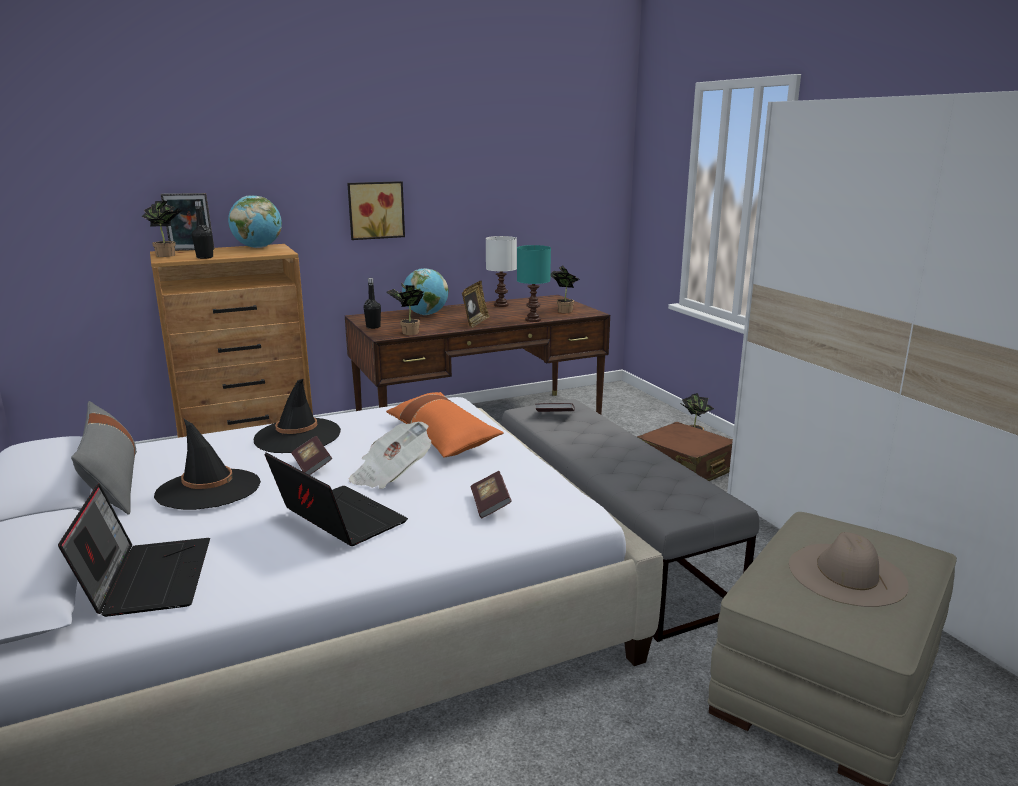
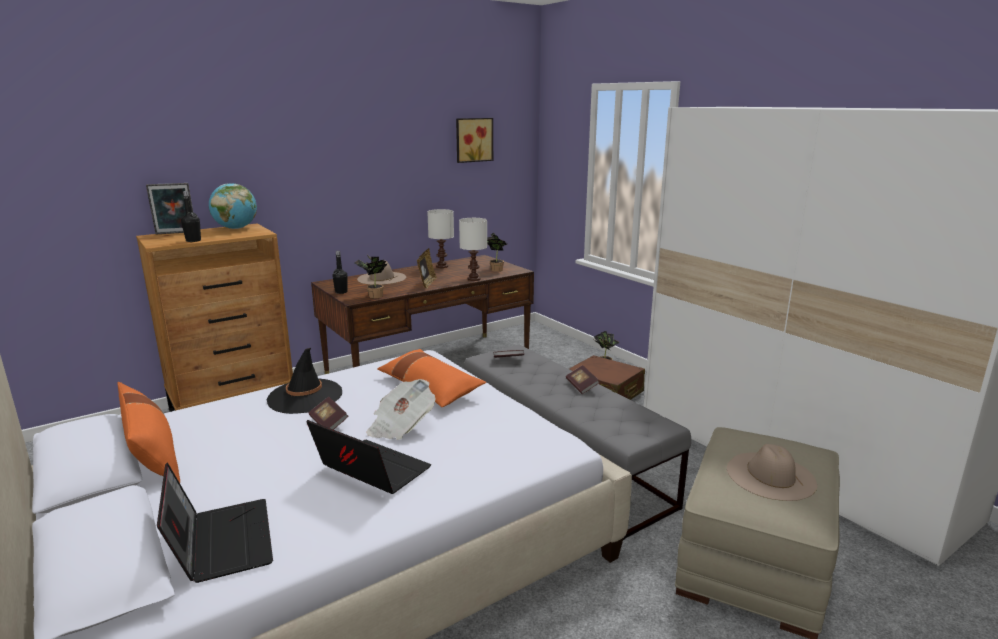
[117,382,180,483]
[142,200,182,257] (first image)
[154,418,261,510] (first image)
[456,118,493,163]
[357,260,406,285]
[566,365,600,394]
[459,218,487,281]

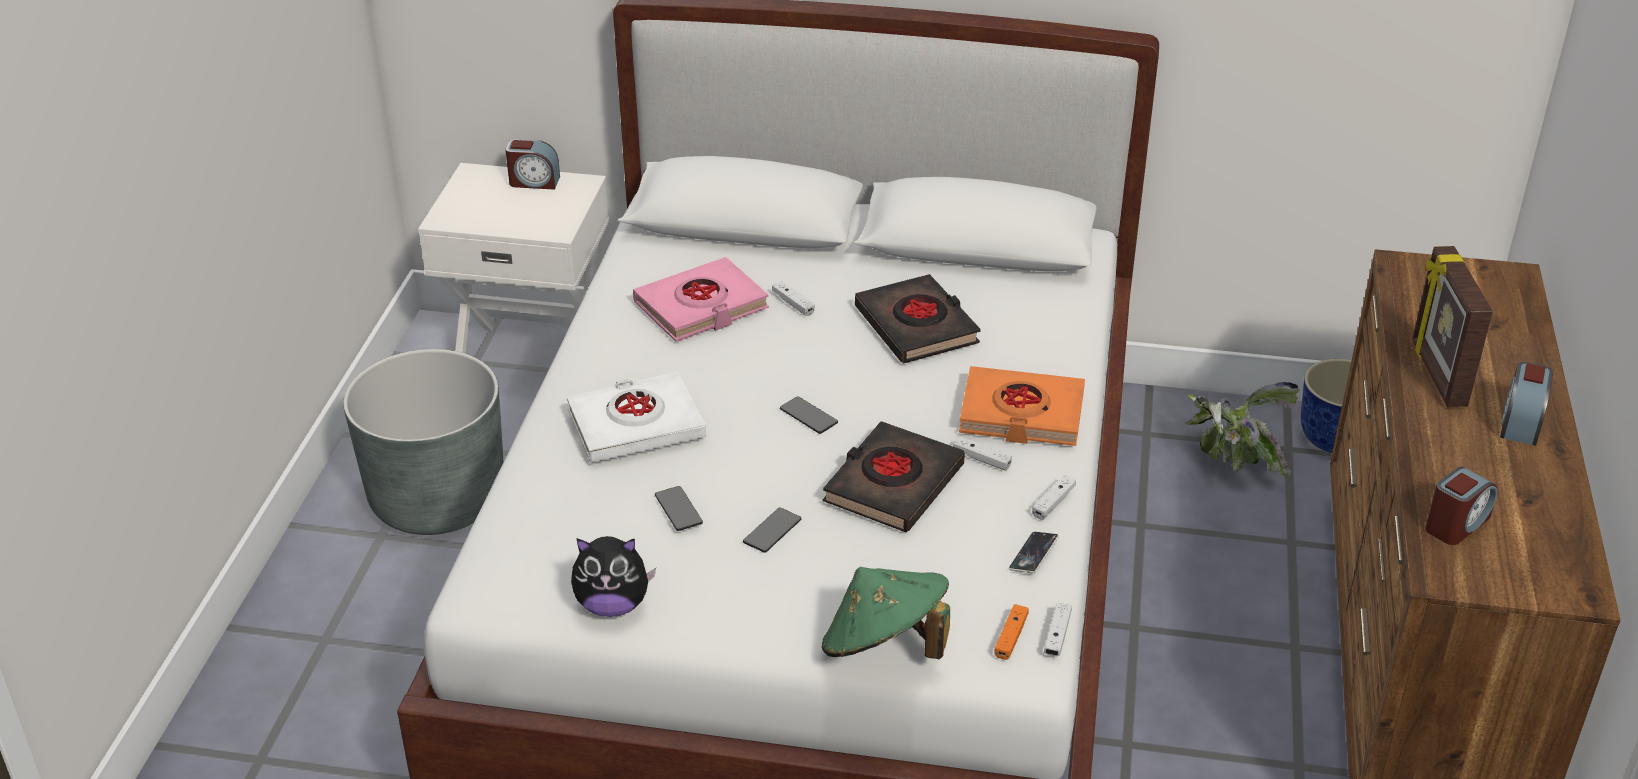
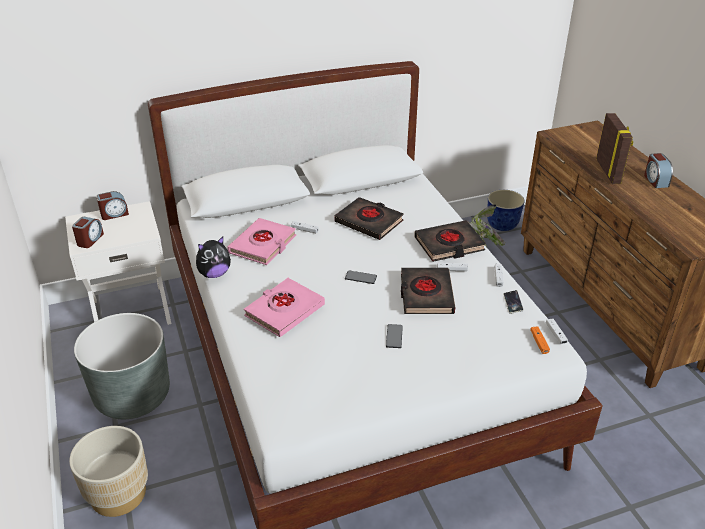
[244,278,325,337]
[196,237,231,278]
[655,486,703,531] (first image)
[822,567,950,660] (first image)
[414,220,486,262]
[596,113,633,184]
[72,217,104,248]
[69,426,148,517]

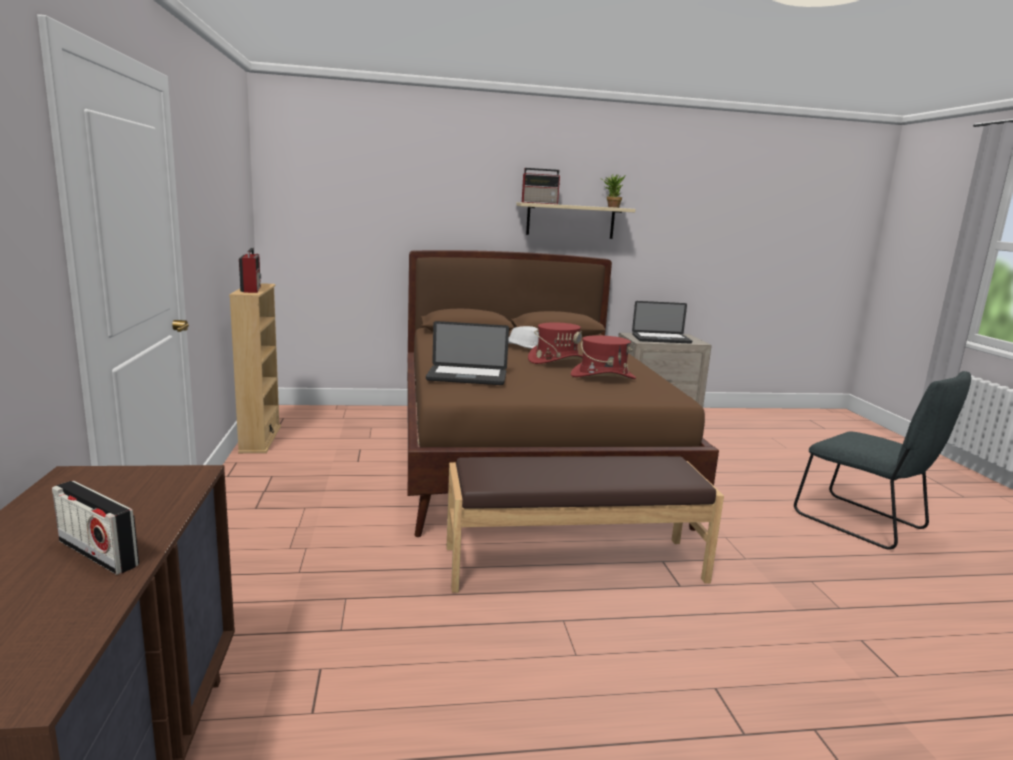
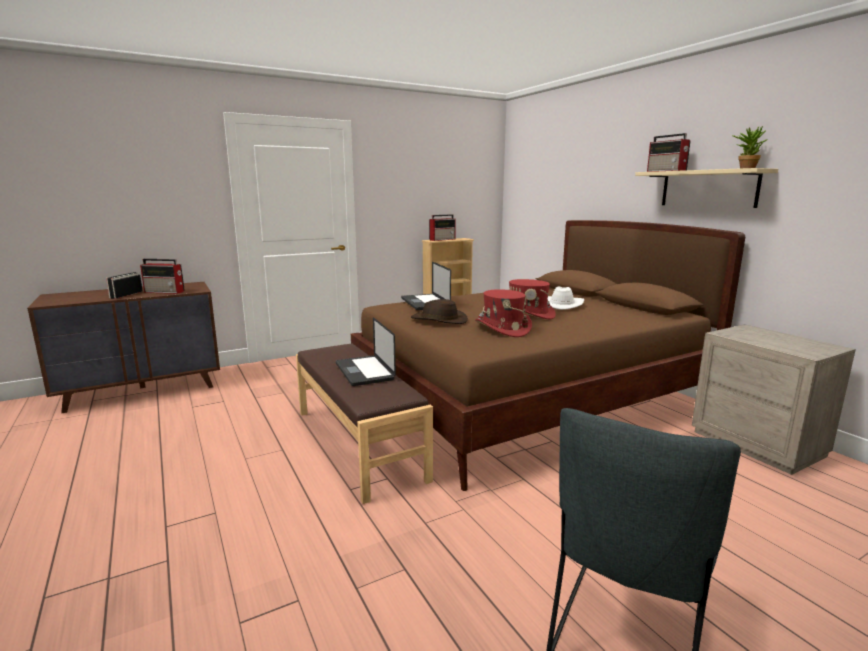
[336,317,396,386]
[140,259,185,294]
[411,299,468,324]

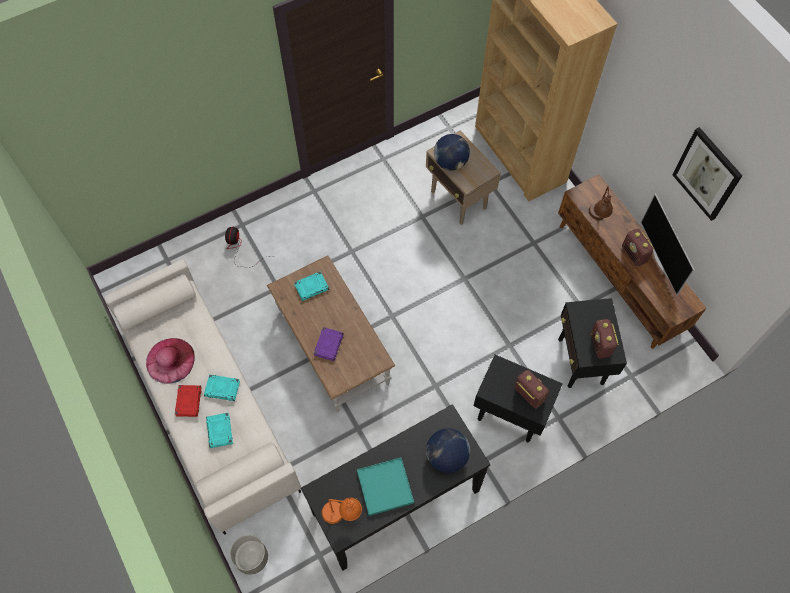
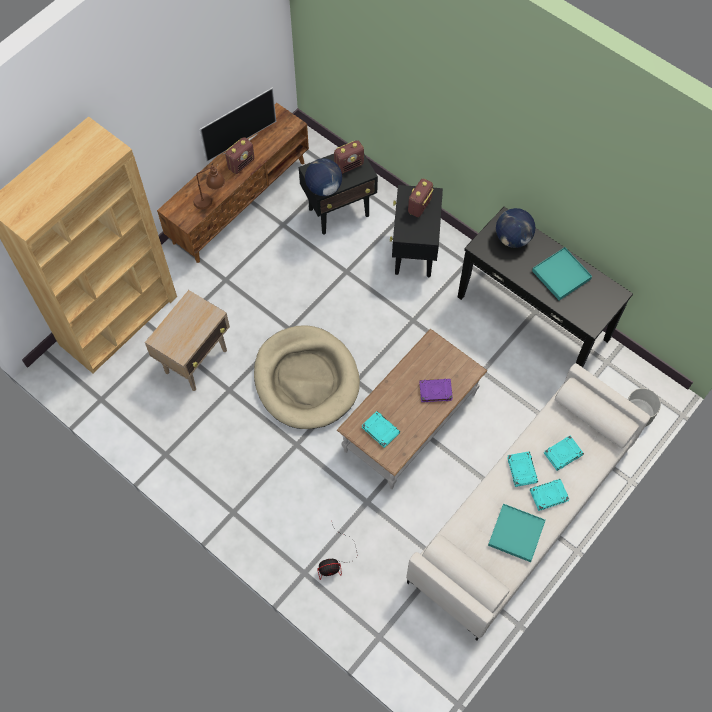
[488,504,546,562]
[530,479,569,511]
[322,498,362,524] (first image)
[305,158,342,196]
[672,127,742,221] (first image)
[254,325,360,429]

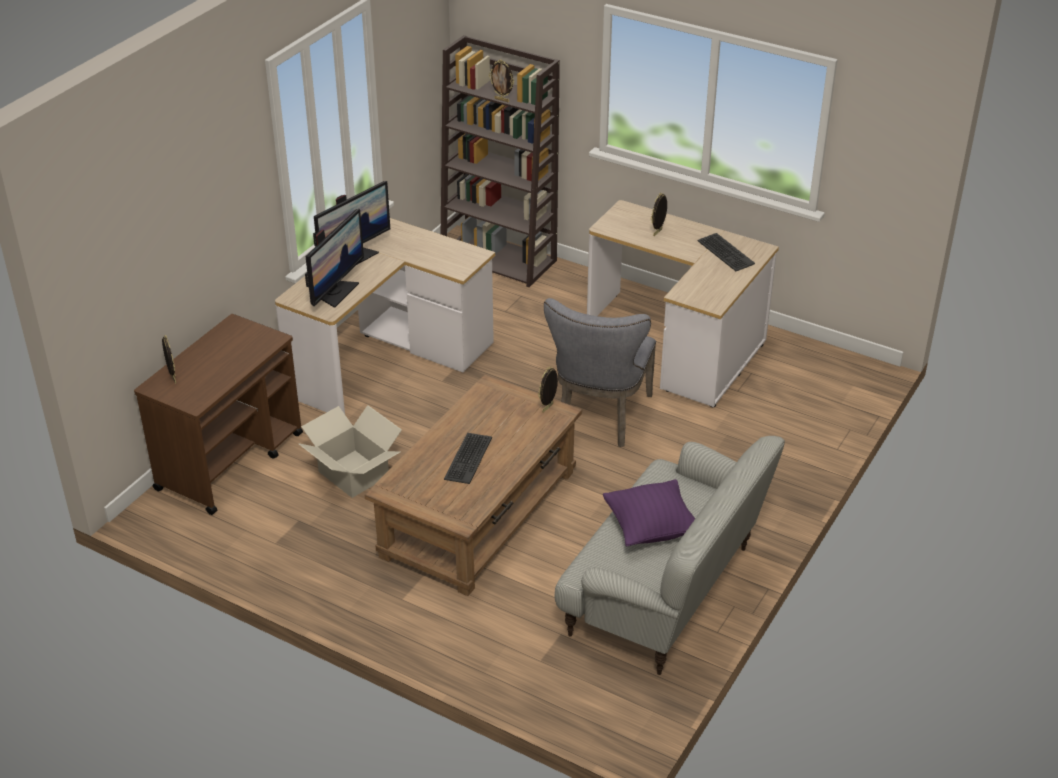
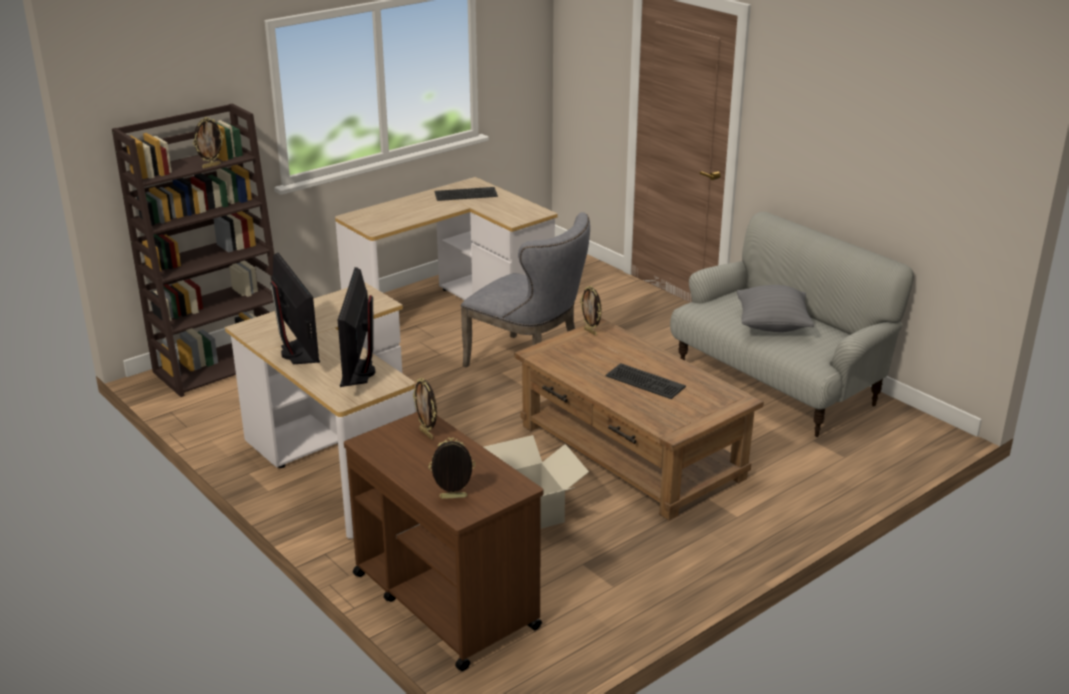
[338,267,375,387]
[737,285,814,332]
[413,378,437,440]

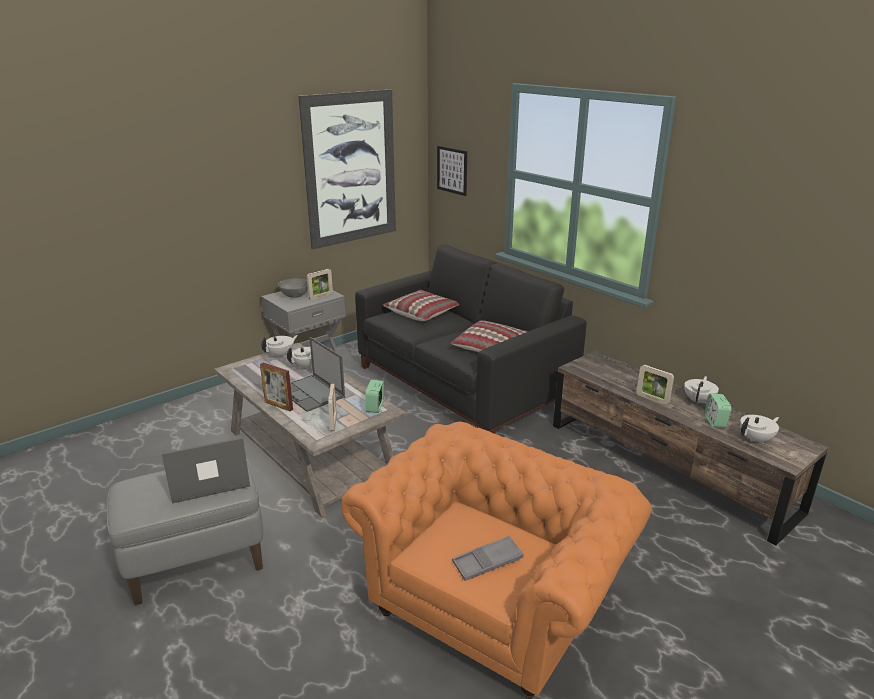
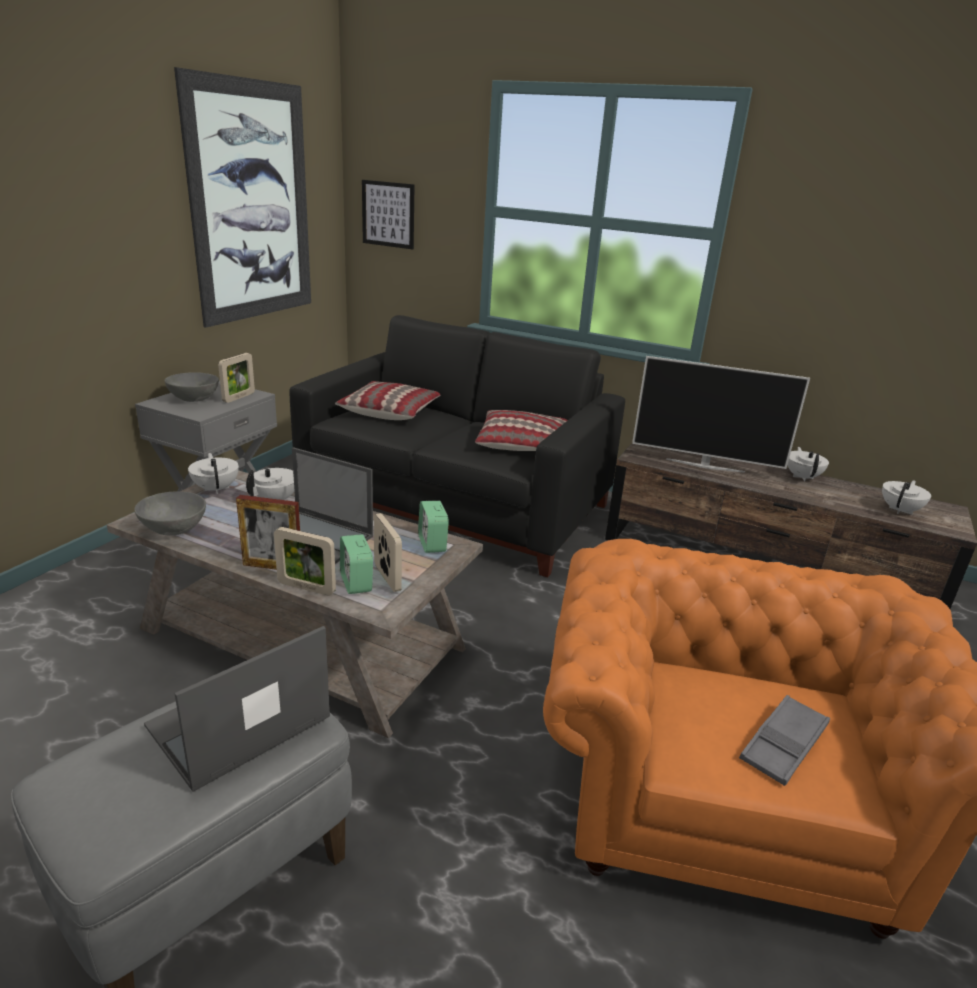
[188,453,239,494]
[274,527,336,596]
[340,534,373,594]
[134,491,206,536]
[632,356,810,473]

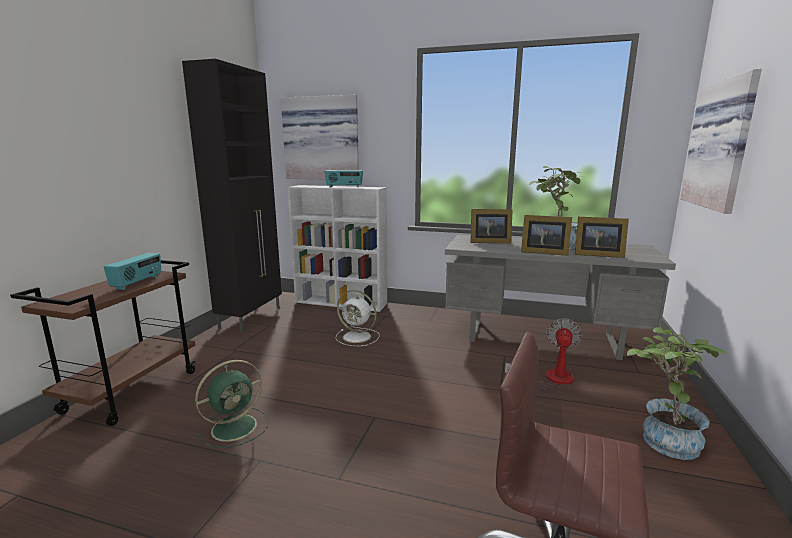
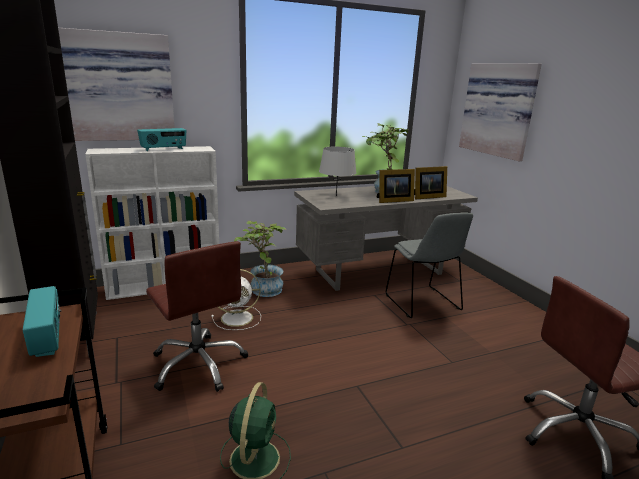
[319,147,356,196]
[386,212,473,318]
[234,221,287,297]
[146,241,248,392]

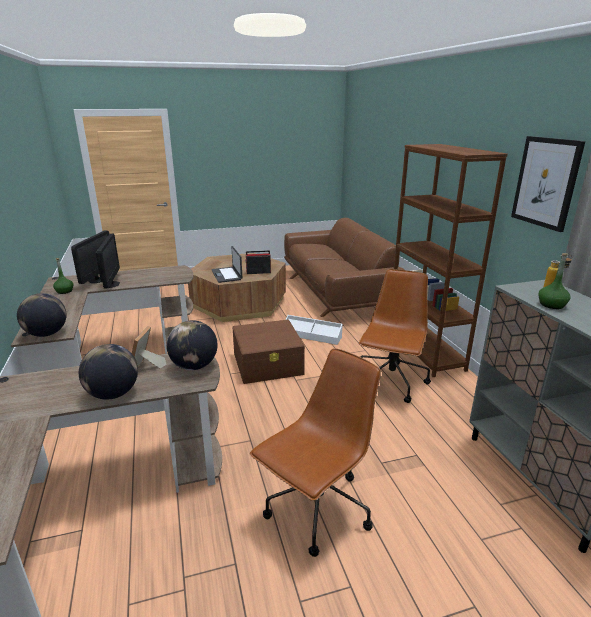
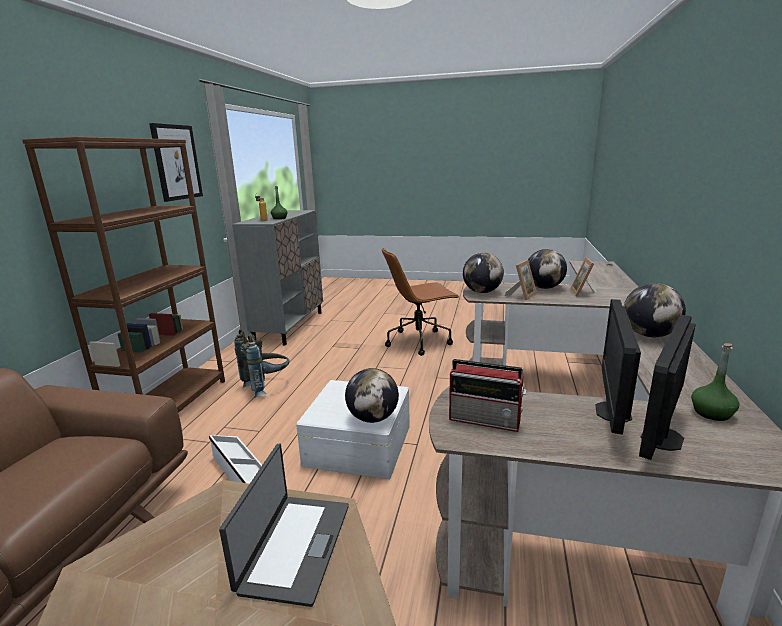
[296,380,410,479]
[449,359,526,432]
[234,329,289,398]
[345,368,399,423]
[570,257,596,297]

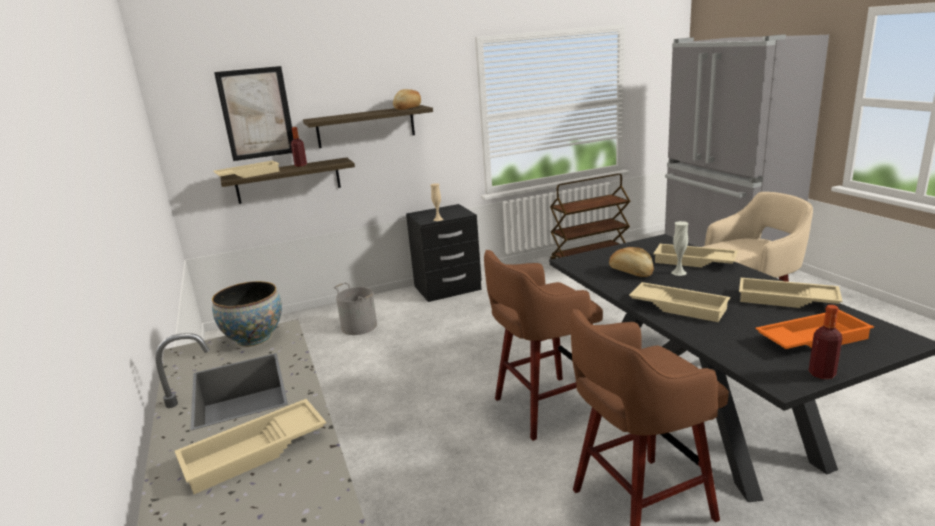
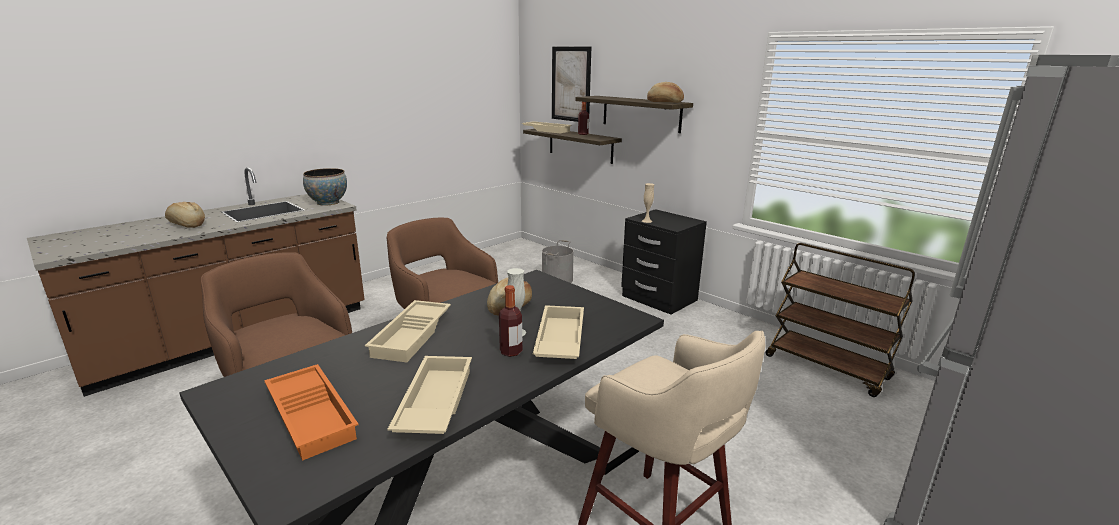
[165,202,205,228]
[499,285,522,357]

